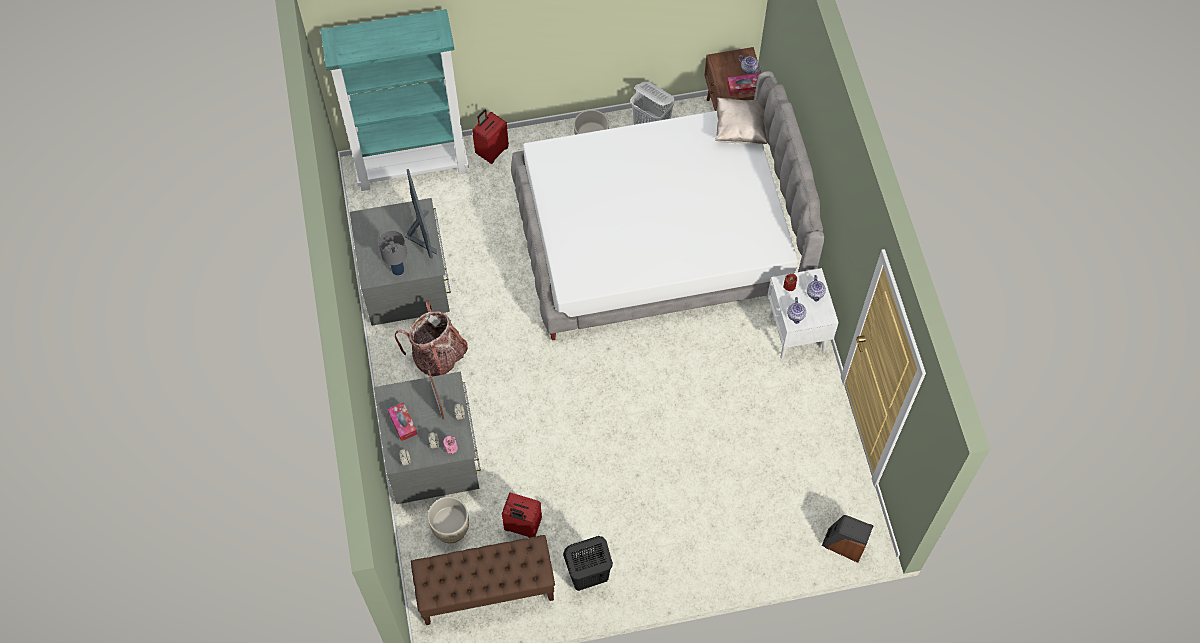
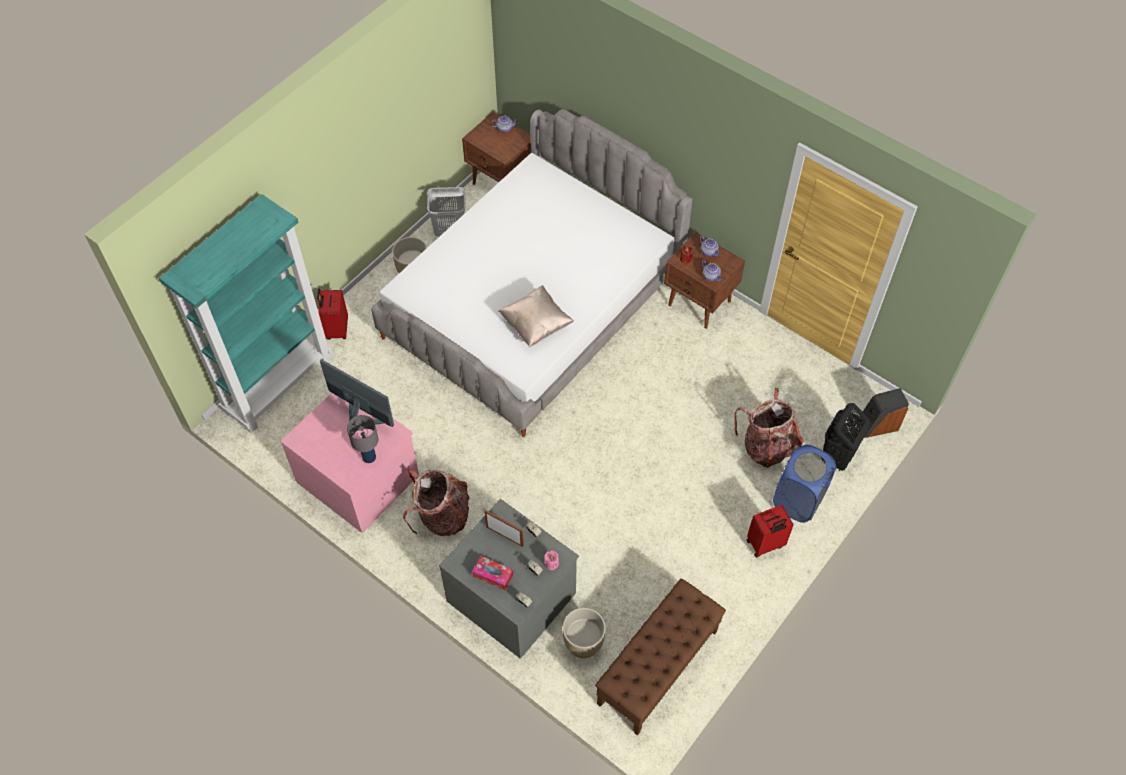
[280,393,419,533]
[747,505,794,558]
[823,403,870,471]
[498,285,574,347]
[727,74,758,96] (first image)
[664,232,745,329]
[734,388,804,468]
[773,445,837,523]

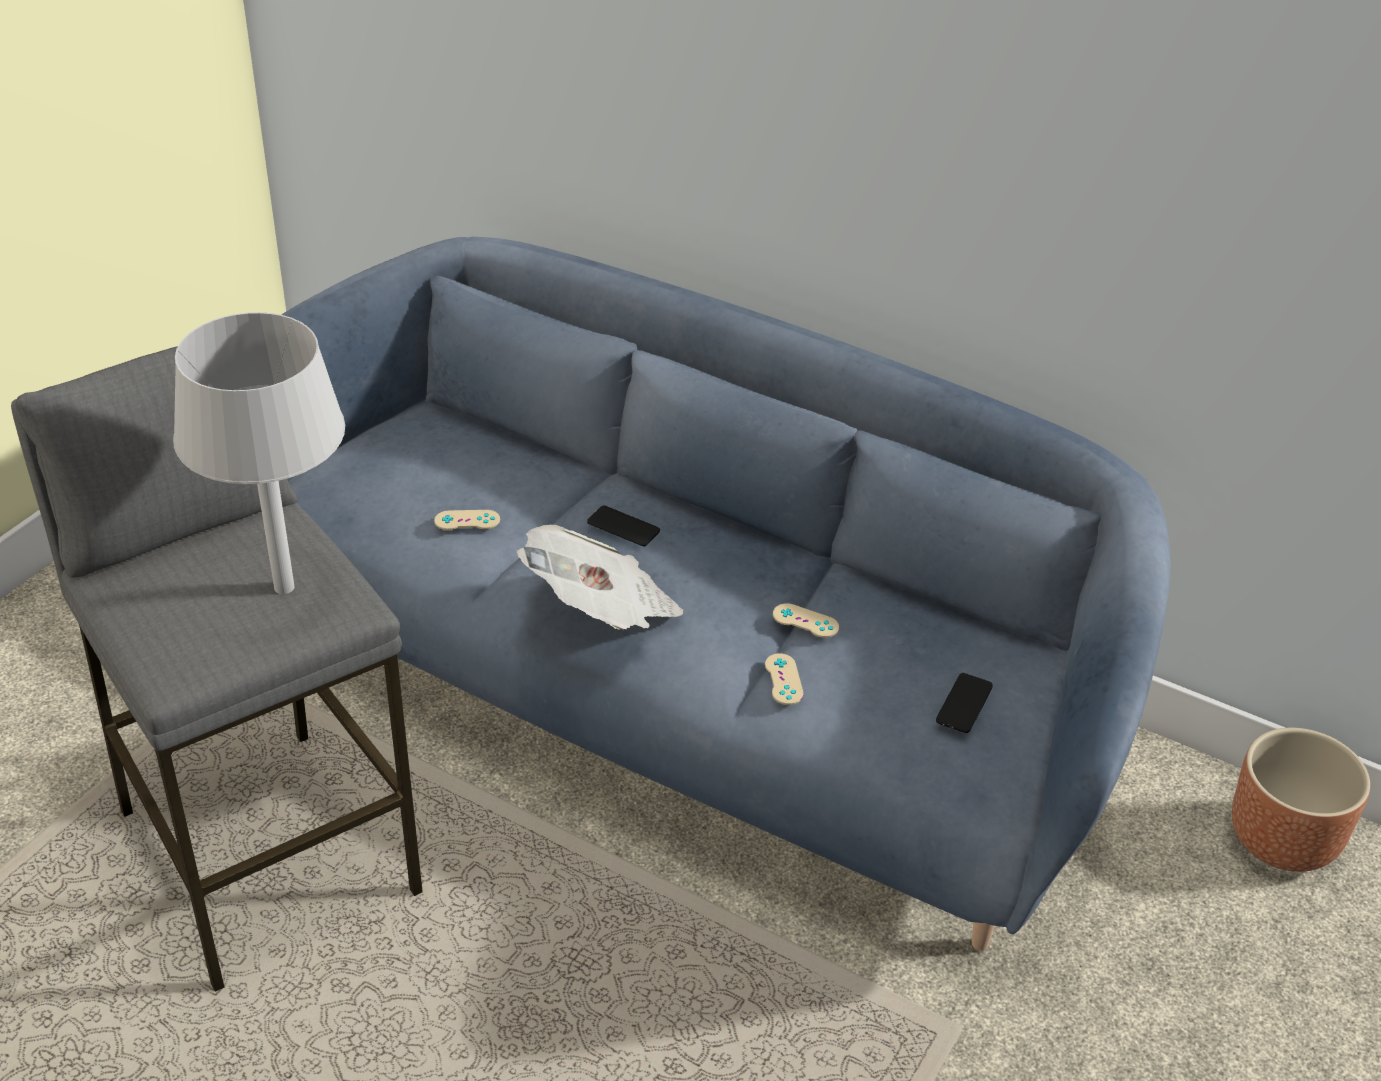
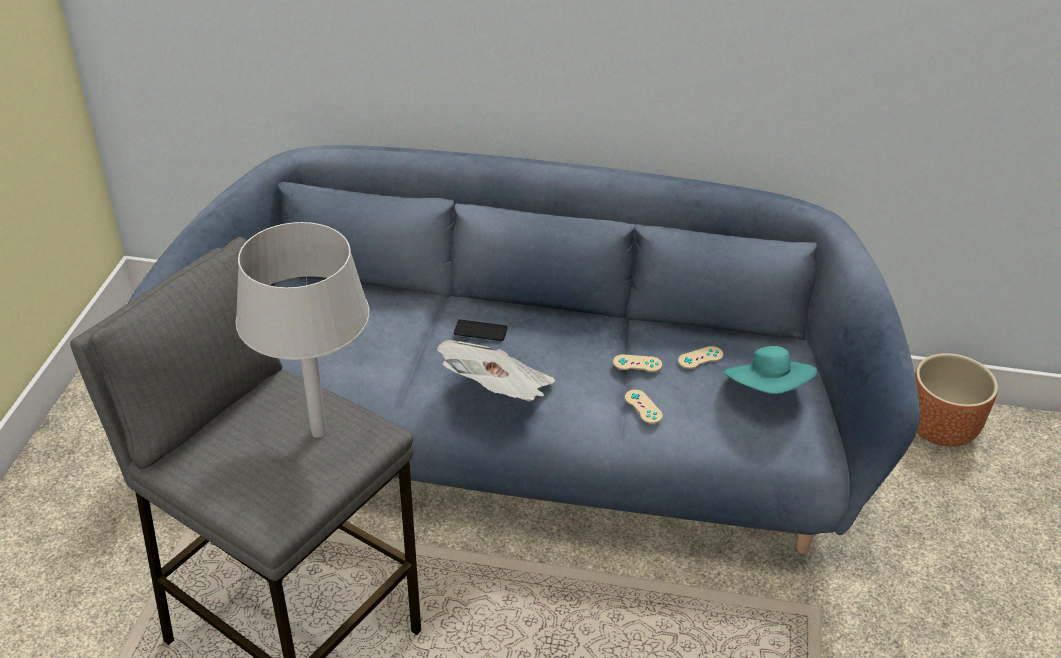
[678,346,723,369]
[724,346,817,394]

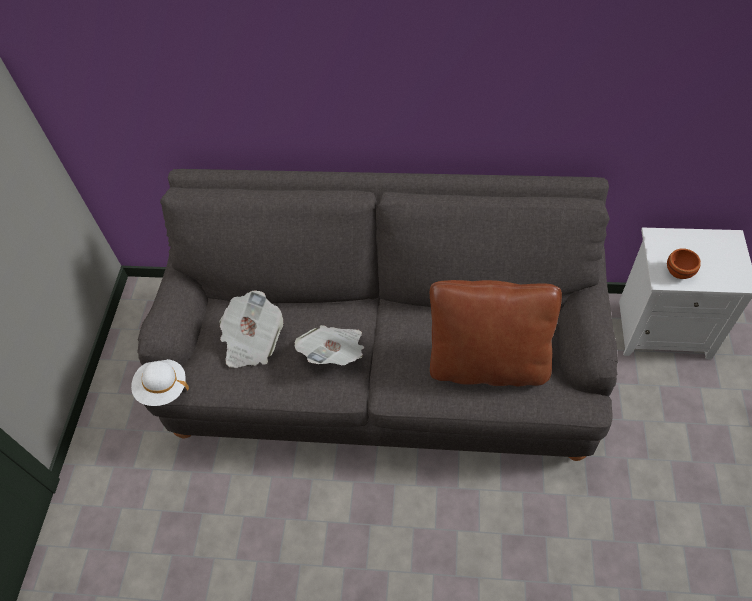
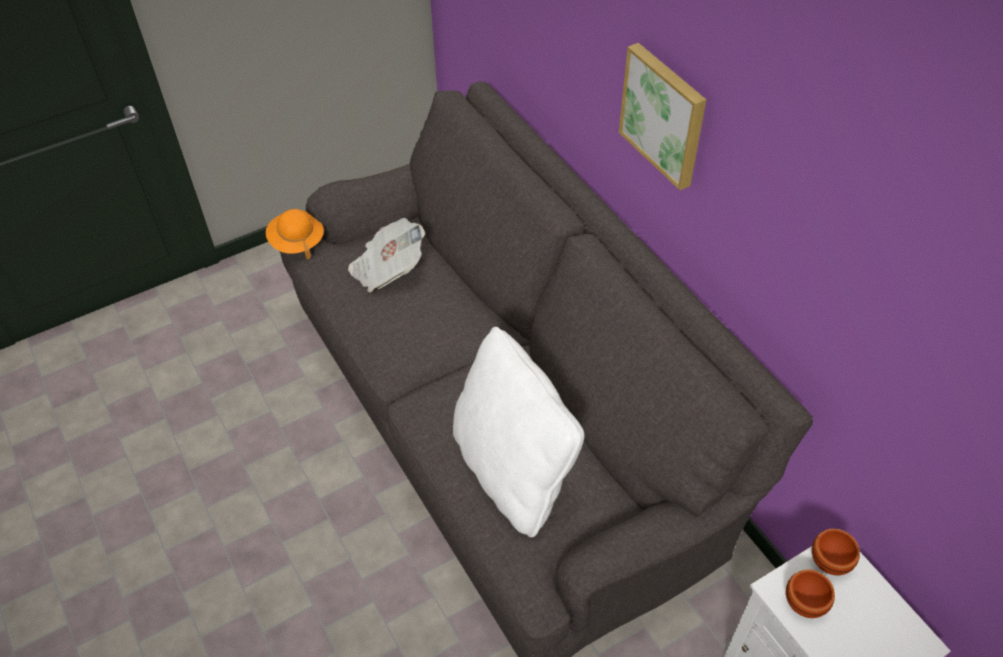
[266,209,324,259]
[295,325,364,365] (first image)
[453,327,585,537]
[619,43,706,190]
[812,529,860,575]

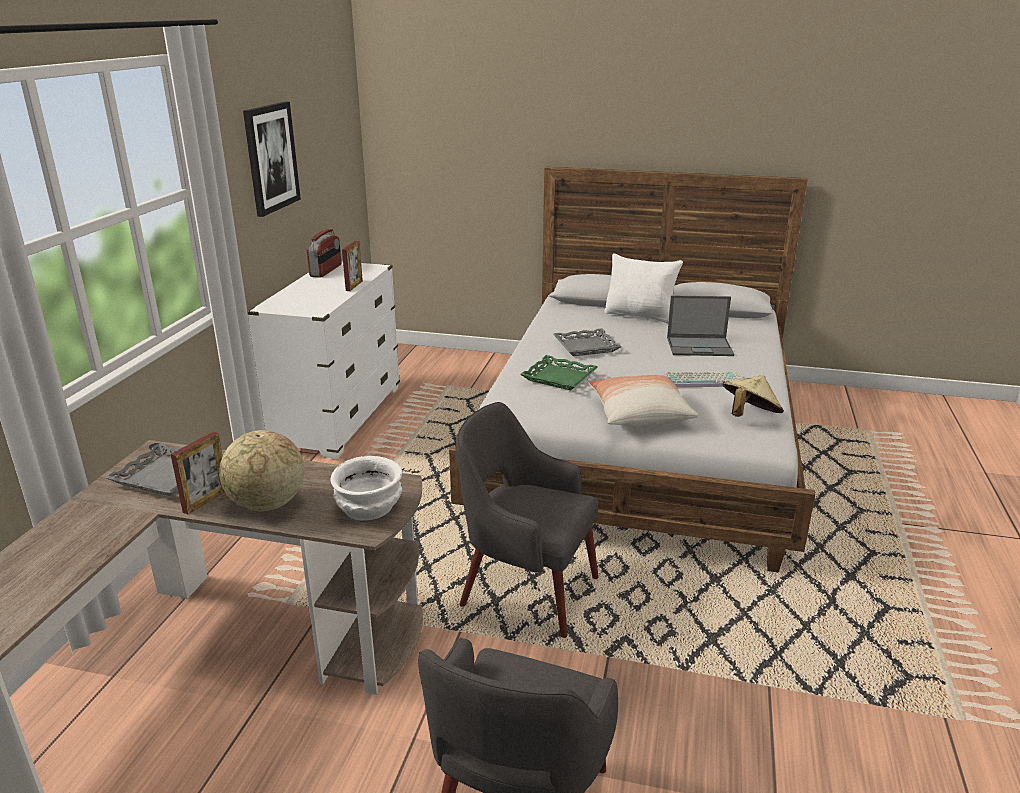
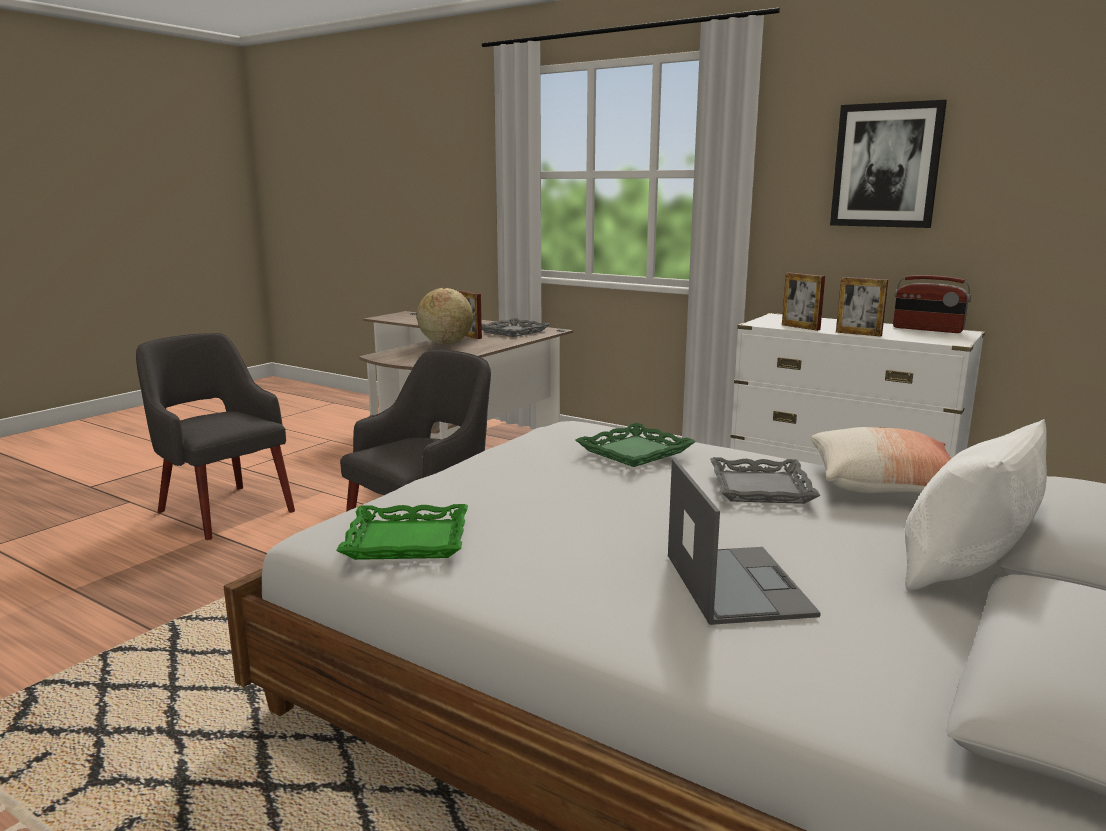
[331,456,402,520] (first image)
[811,427,952,493]
[663,371,743,387] (first image)
[668,459,821,625]
[336,504,468,560]
[782,273,825,331]

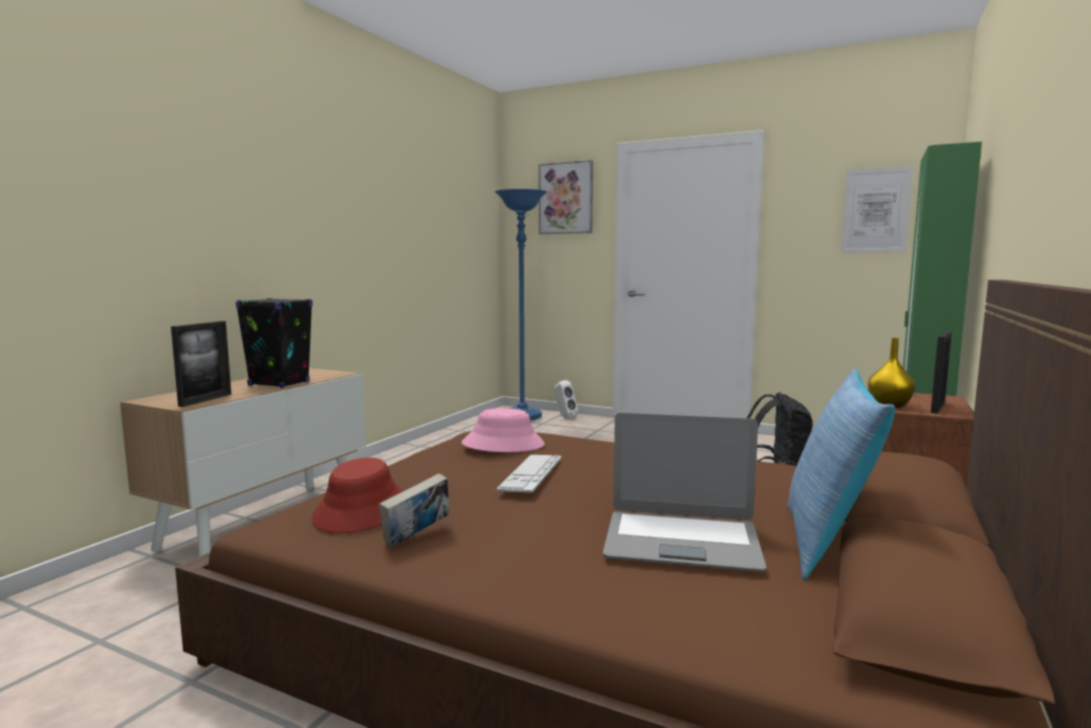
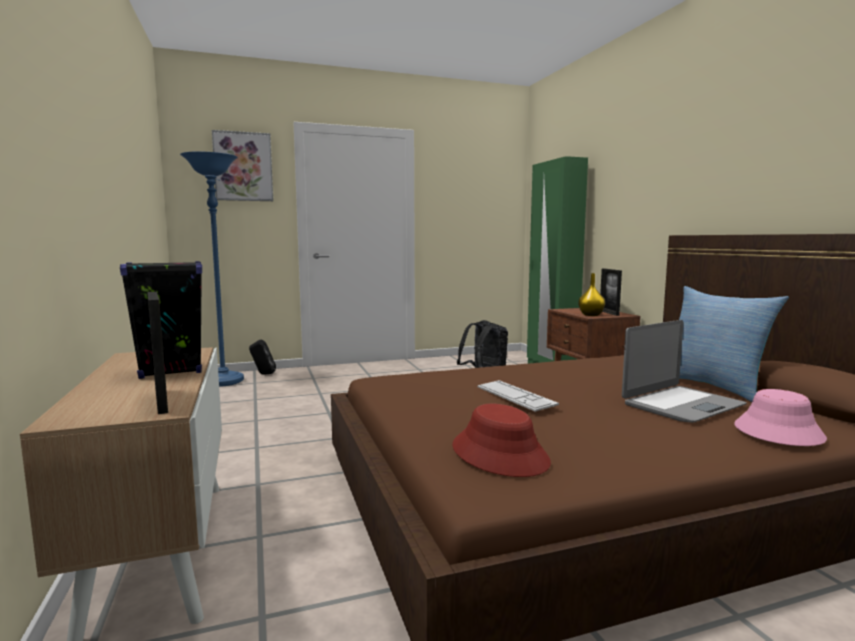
[379,473,449,547] (first image)
[734,389,827,446]
[249,339,276,375]
[841,166,914,253] (first image)

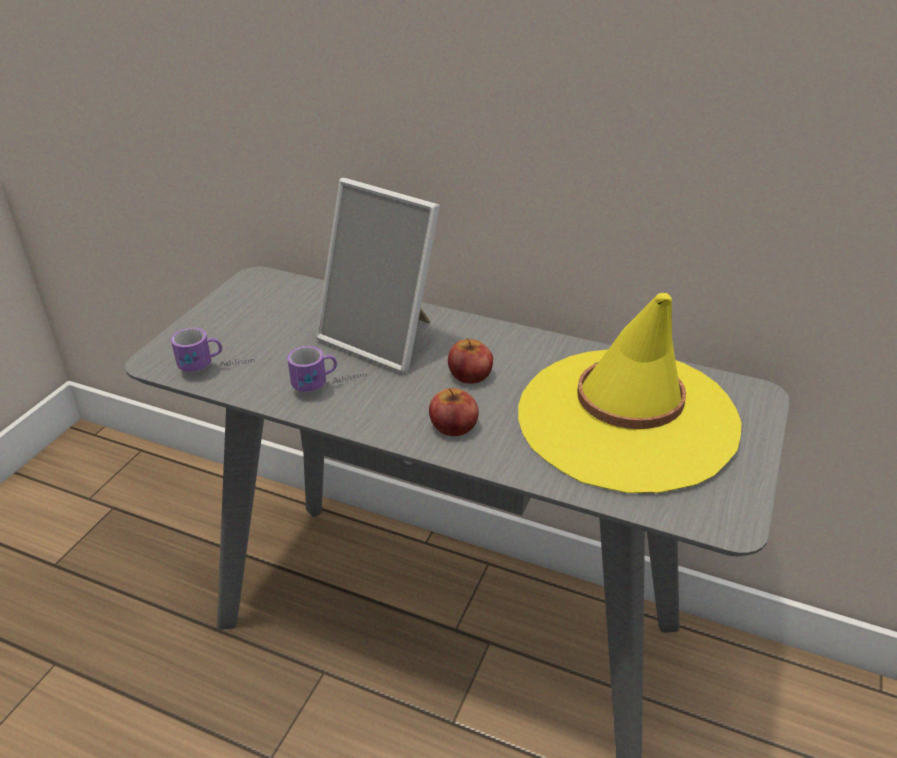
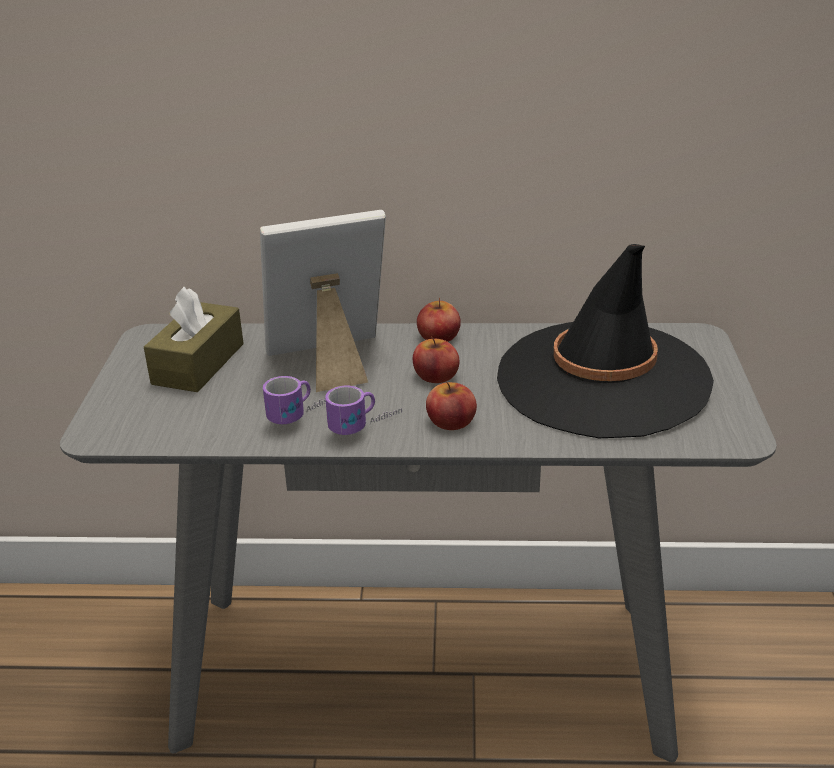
[325,386,402,435]
[260,210,386,392]
[497,244,714,438]
[144,287,244,392]
[417,298,461,342]

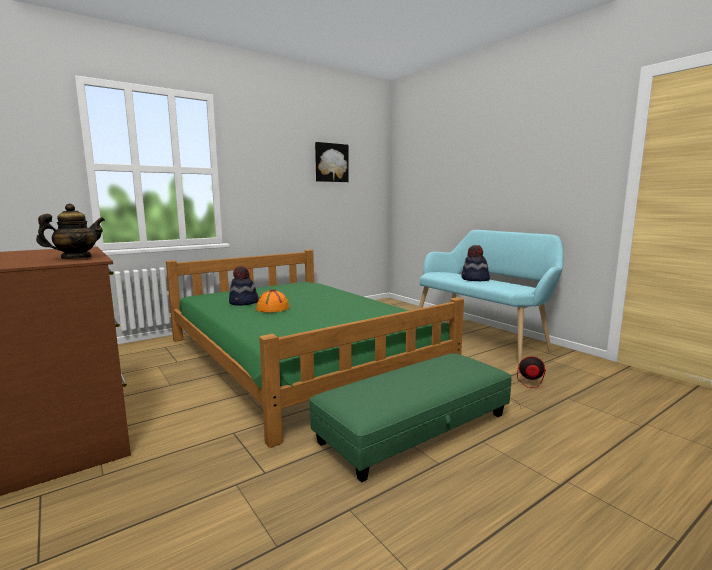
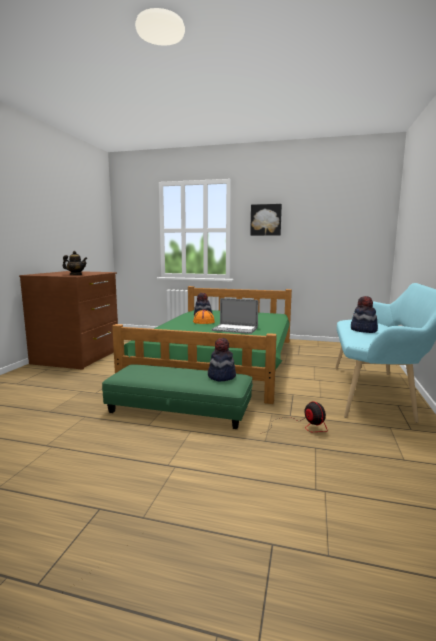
[250,204,282,236]
[208,338,236,382]
[211,298,258,334]

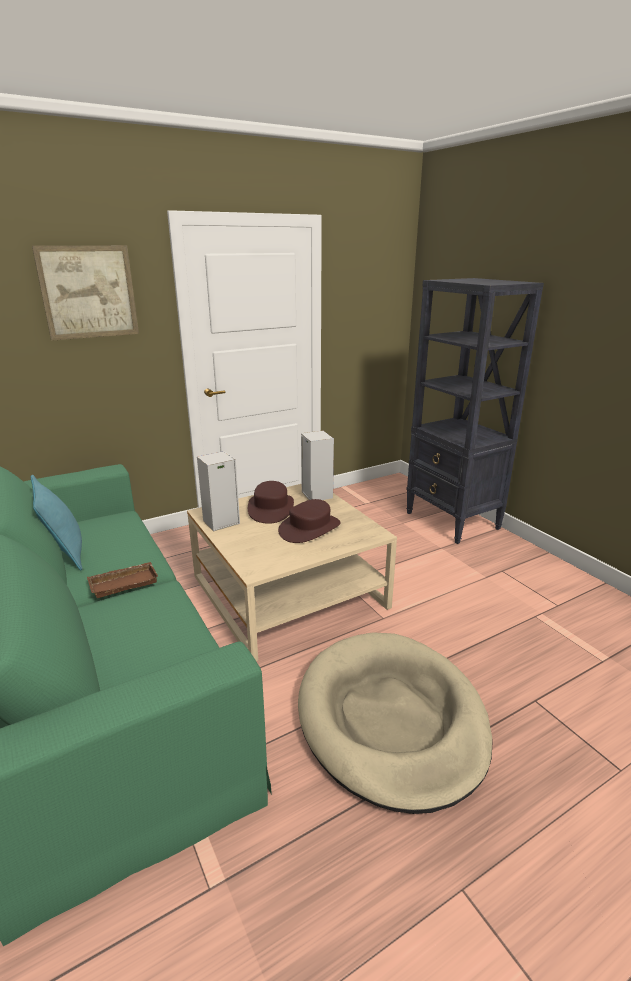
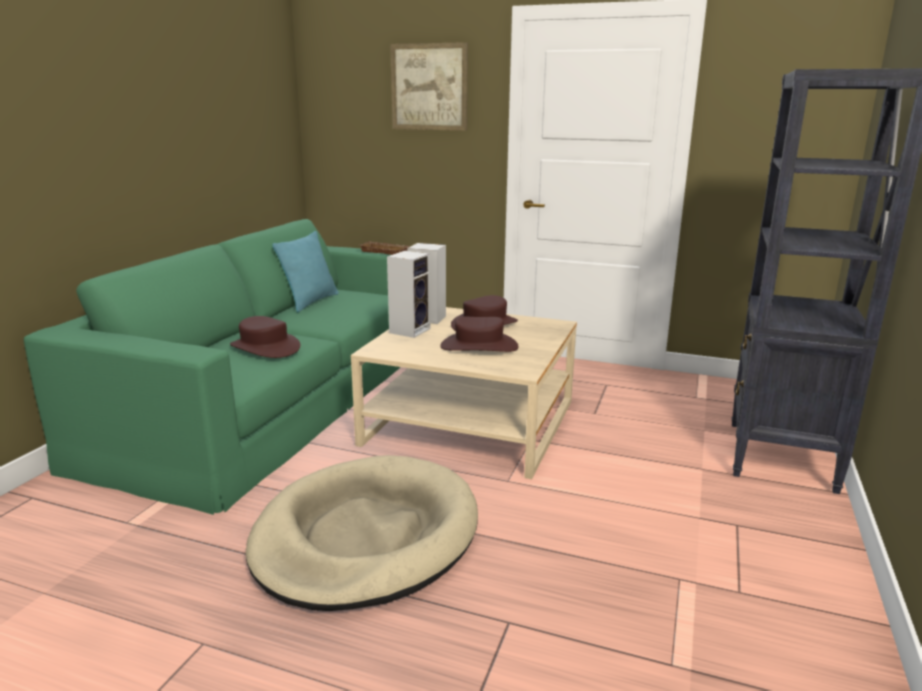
[360,241,410,255]
[387,251,431,338]
[230,316,300,358]

